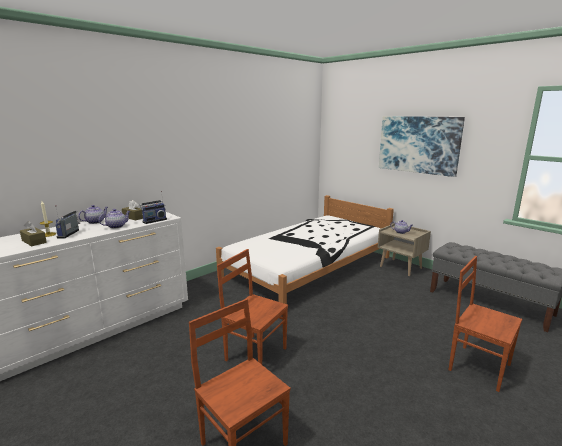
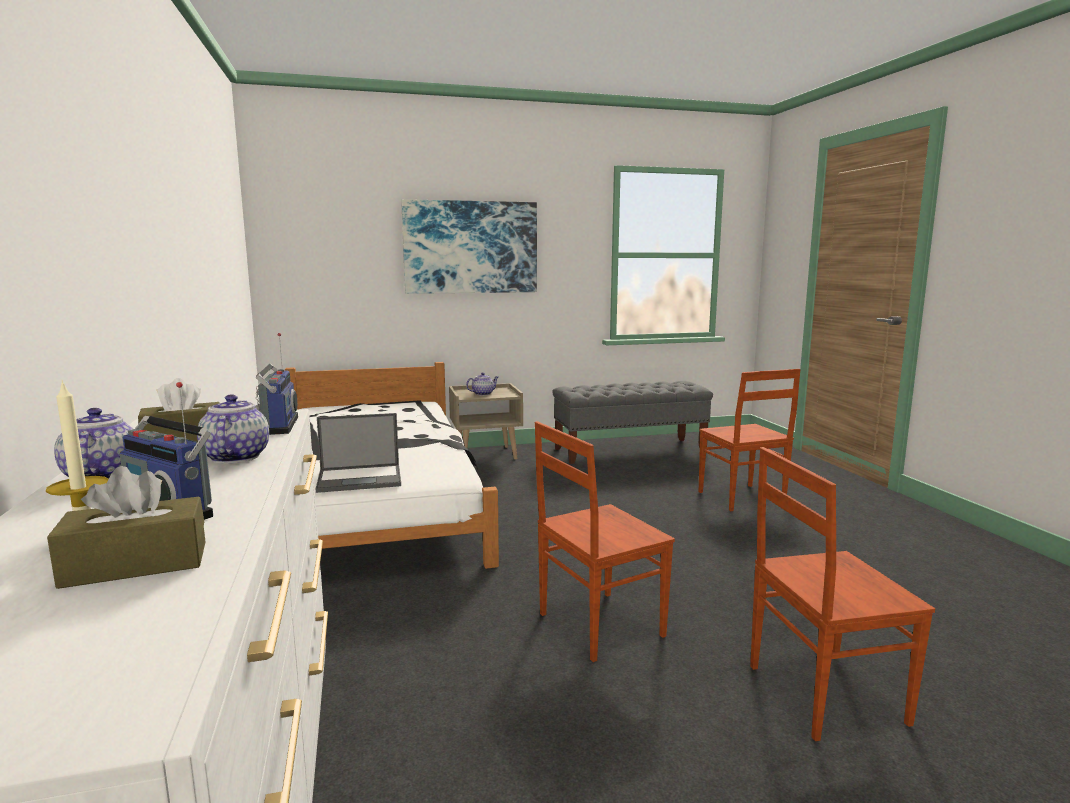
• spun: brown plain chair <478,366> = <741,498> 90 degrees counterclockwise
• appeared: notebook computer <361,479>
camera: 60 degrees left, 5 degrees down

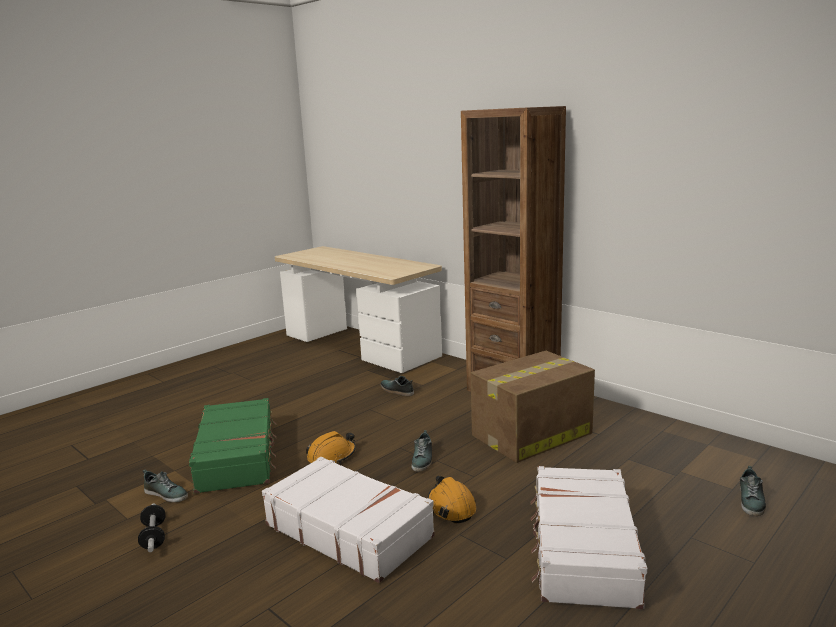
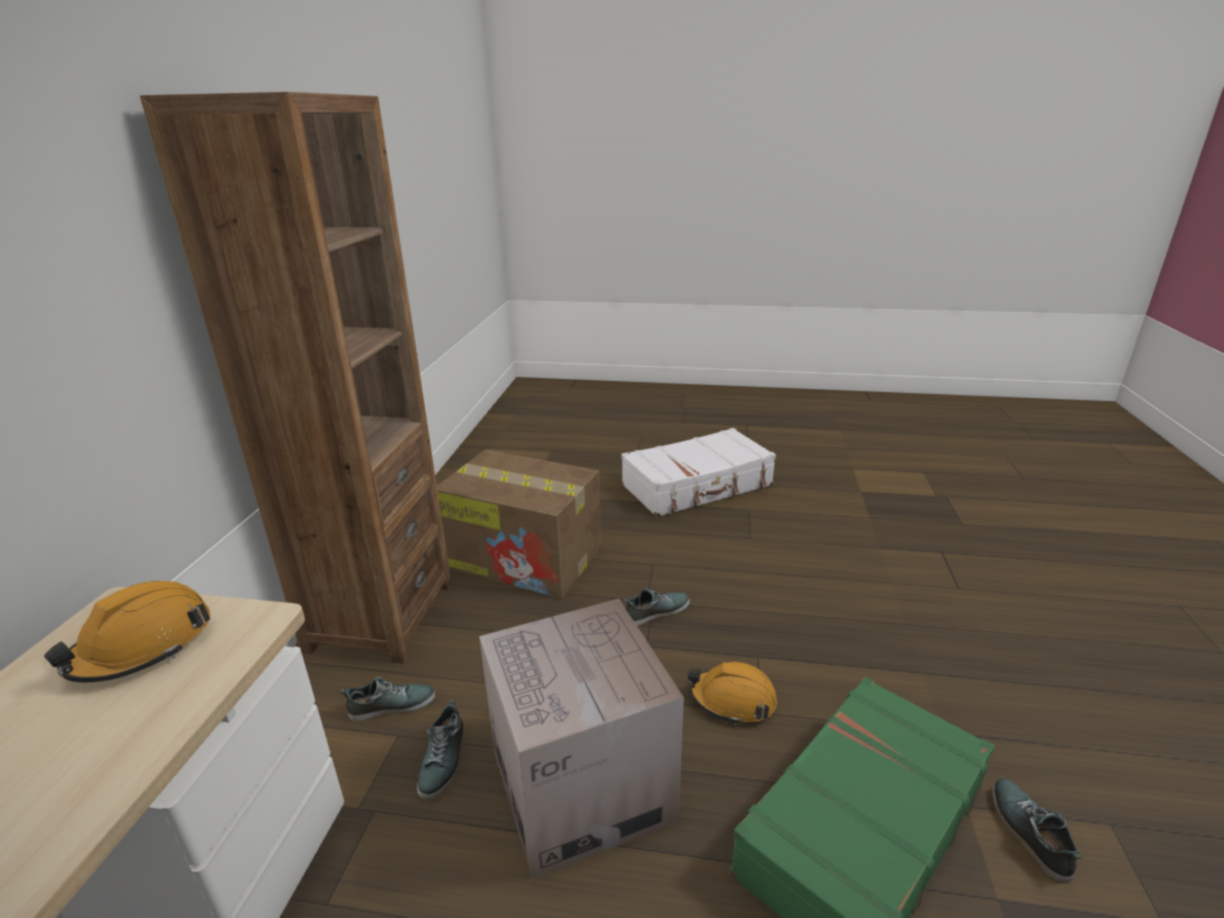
• missing: white-coloured piece of luggage <349,530>
• relocated: shoe <751,501> to <392,705>
• relocated: orangey safety helmet <451,507> to <143,646>
• missing: hand weight <154,537>
• appeared: cardboard box <581,785>
camera: 125 degrees left, 10 degrees up

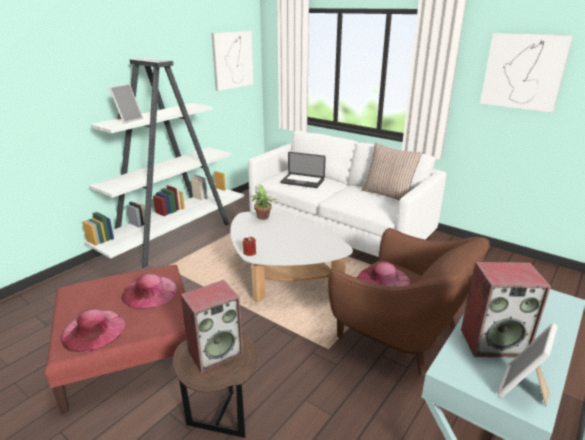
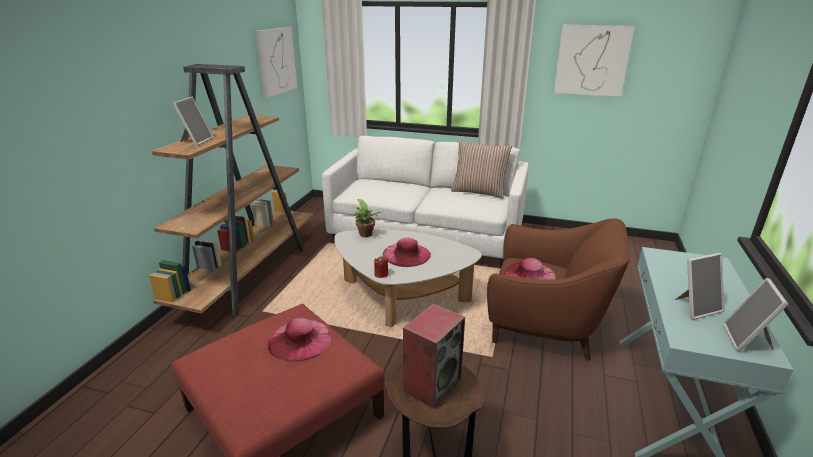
• colour: white-coloured shelving unit <176,236> to brown shelving unit <250,274>
• missing: notebook computer <302,181>
• exchanged: loudspeaker <493,342> to photo frame <696,308>
• relocated: pinkish clothing hat <93,330> to <406,254>
camera: 20 degrees left, 0 degrees up

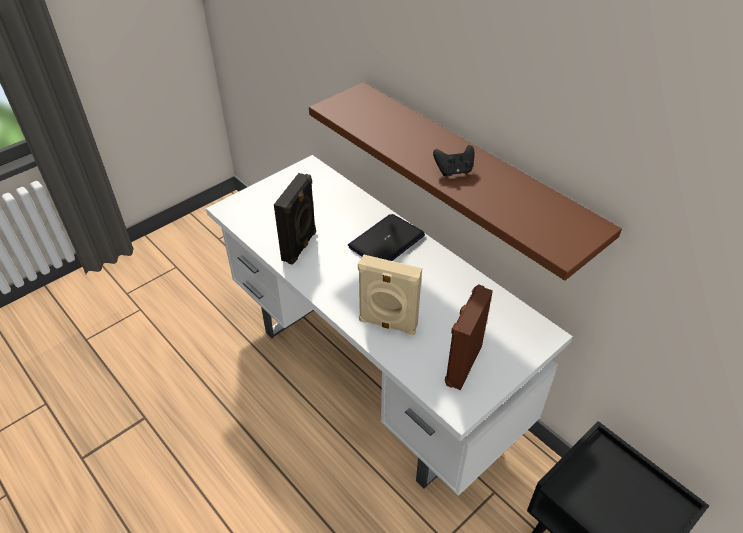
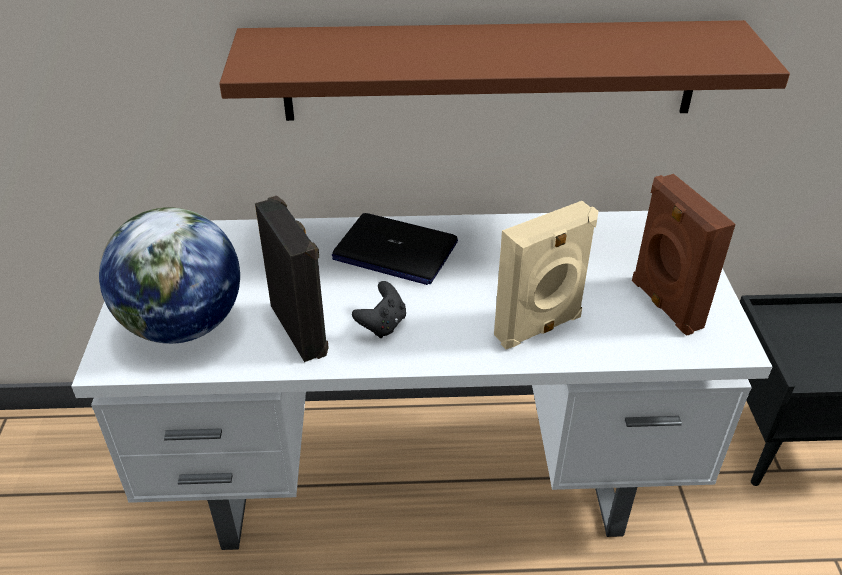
• relocated: black-coloured game controller <453,171> to <382,325>
• spun: notebook computer <386,241> = <394,251> 60 degrees counterclockwise
• appeared: world globe <183,326>
camera: 50 degrees left, 5 degrees down

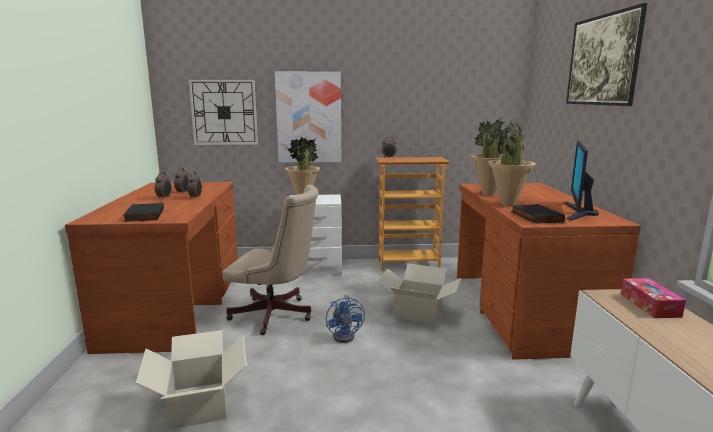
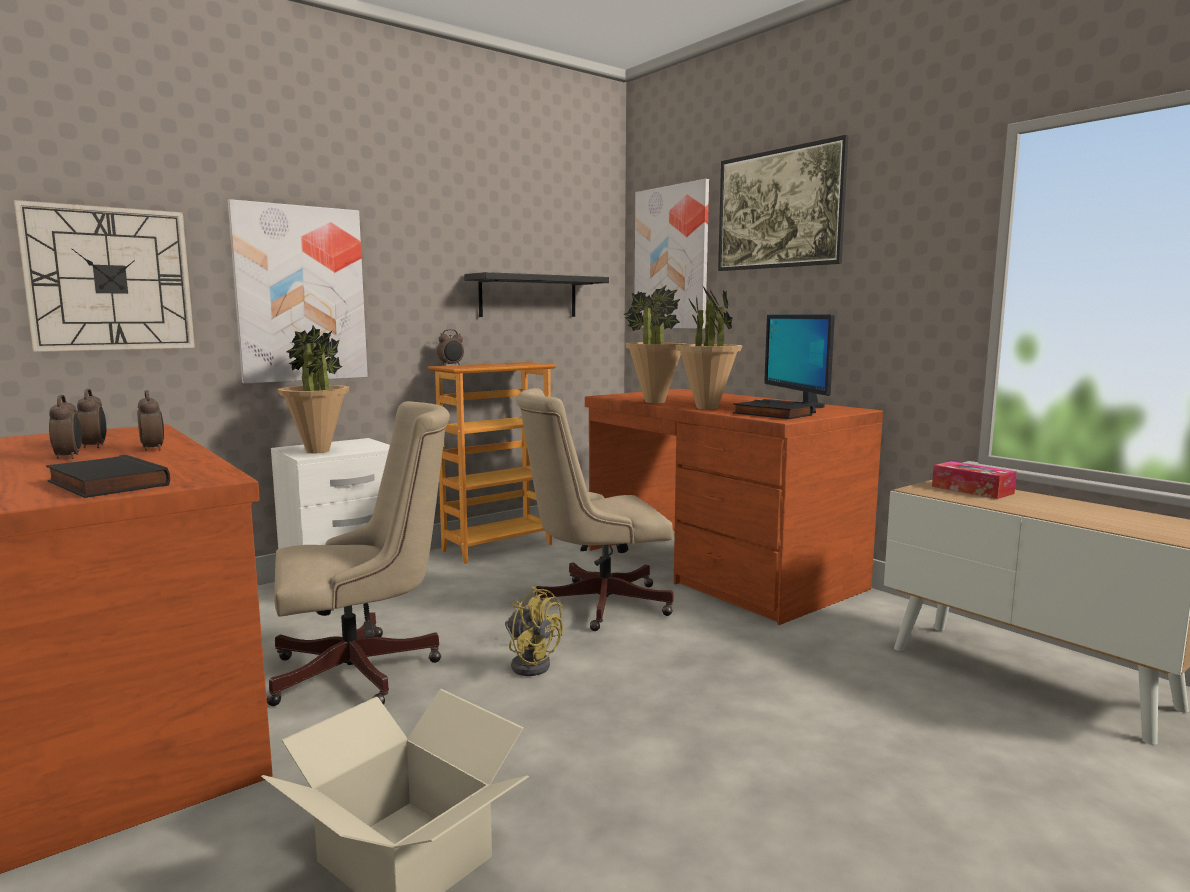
• exchanged: cardboard box <418,312> to beige desk chair <594,604>
• colour: bluish cooling fan <346,335> to yellowish cooling fan <530,663>
• appeared: wall picture <671,258>
• appeared: black-coloured shelf <528,296>
camera: 35 degrees left, 5 degrees down

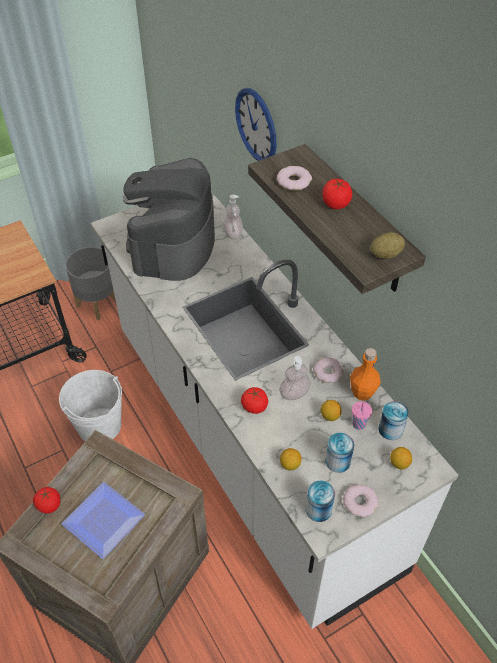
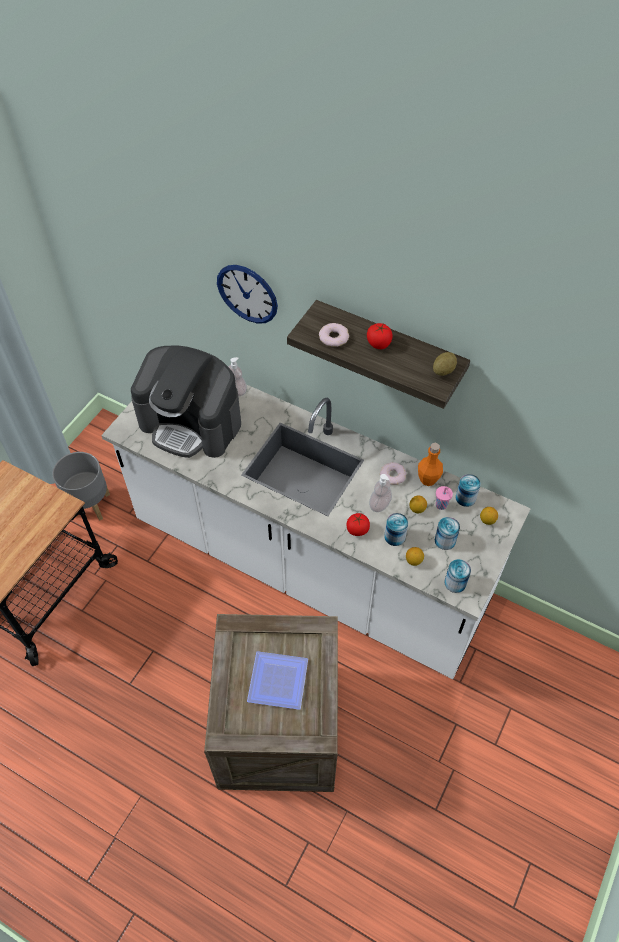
• spun: coffee maker <172,244> = <191,423> 45 degrees counterclockwise
• missing: white-coloured bucket <99,426>
• missing: doughnut <360,502>
• missing: fresh tomato <49,505>
• appeared: sealed can <394,536>
camera: 30 degrees left, 5 degrees up

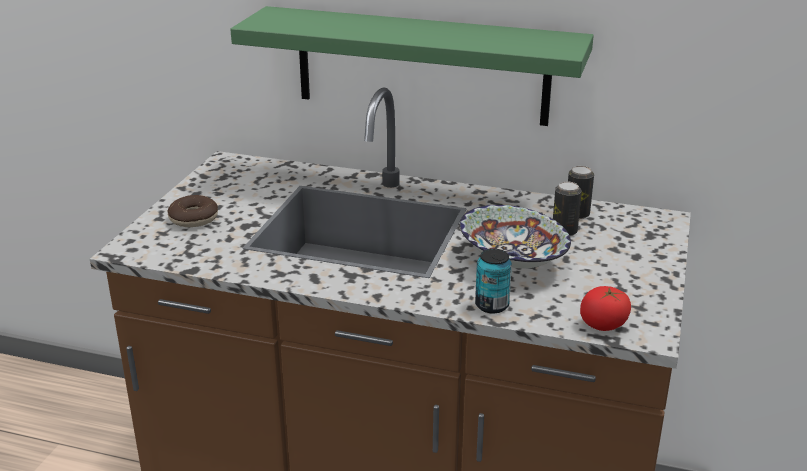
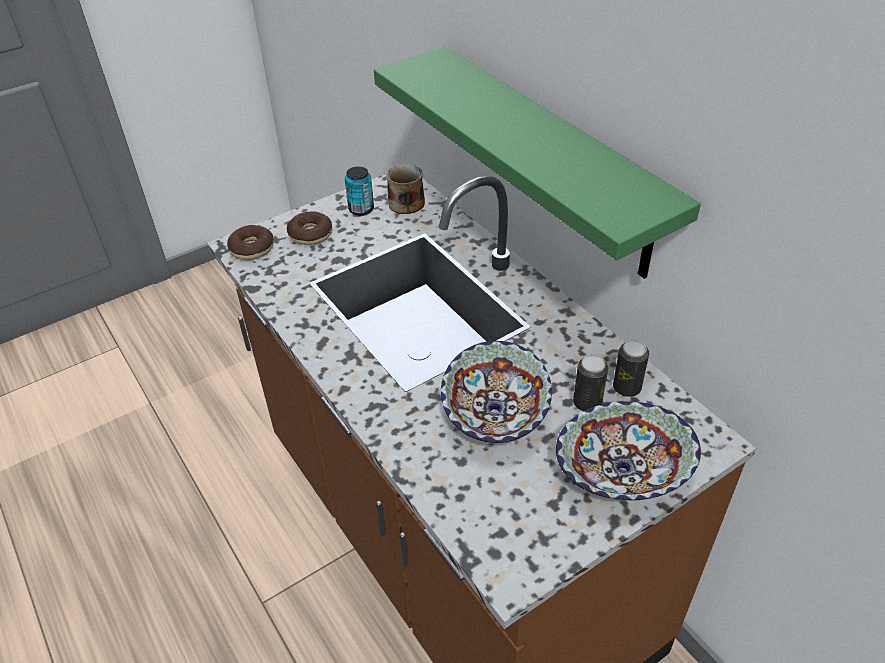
• relocated: sealed can <492,305> to <361,209>
• missing: fresh tomato <603,325>
• appeared: tea mug <406,202>
• appeared: doughnut <252,248>
• appeared: bowl <622,471>
camera: 40 degrees right, 15 degrees up

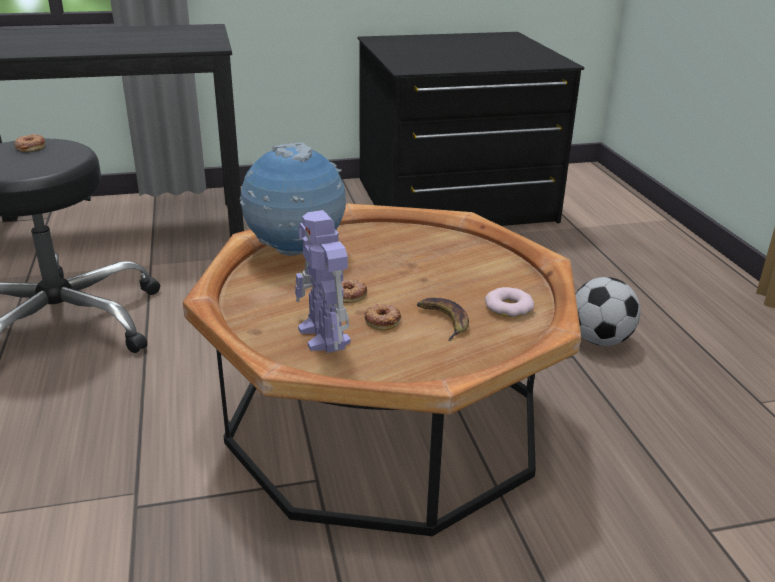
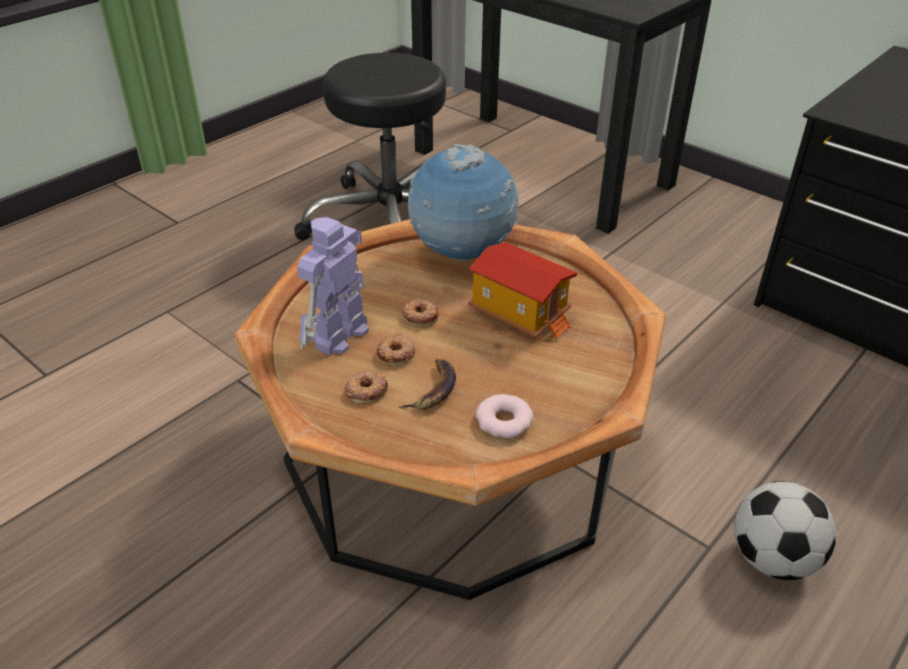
• relocated: doughnut <30,147> to <366,390>
• appeared: miniature house <520,313>
camera: 55 degrees right, 10 degrees up

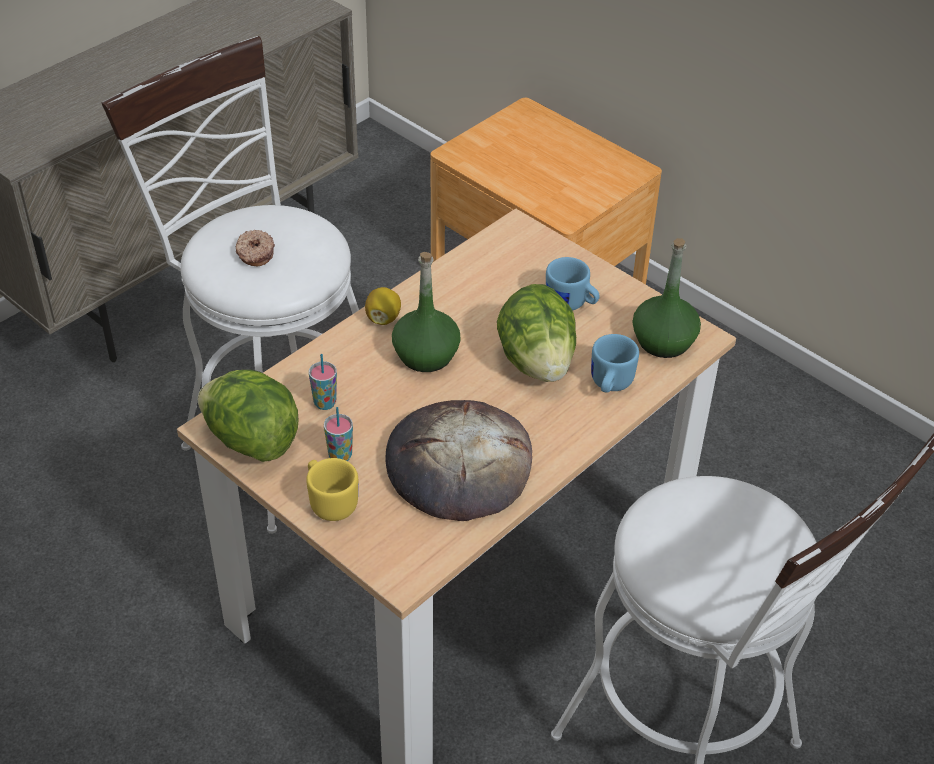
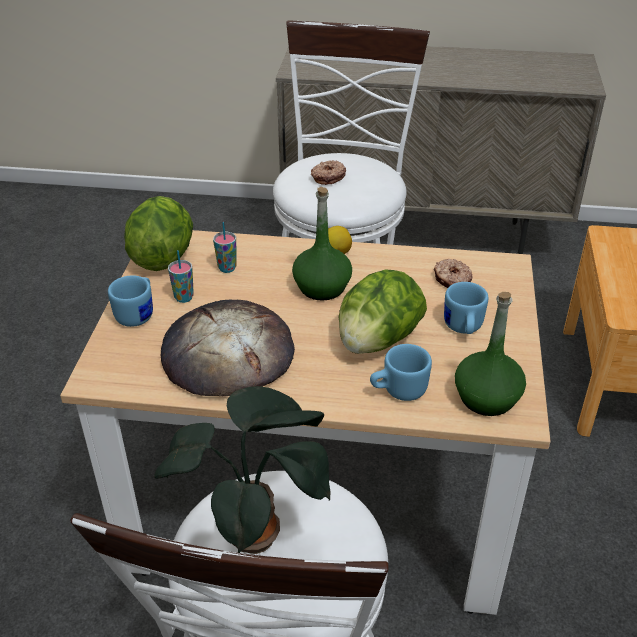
• colour: yellowish tea mug <330,501> to bluish tea mug <138,313>
• appeared: doughnut <452,280>
• appeared: potted plant <257,532>
camera: 55 degrees right, 5 degrees down

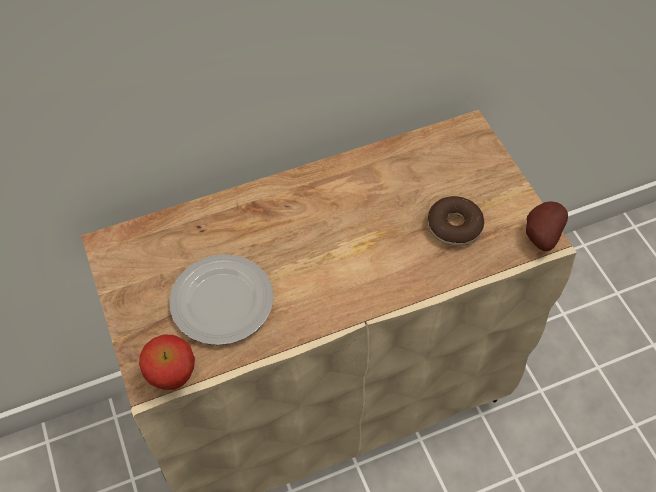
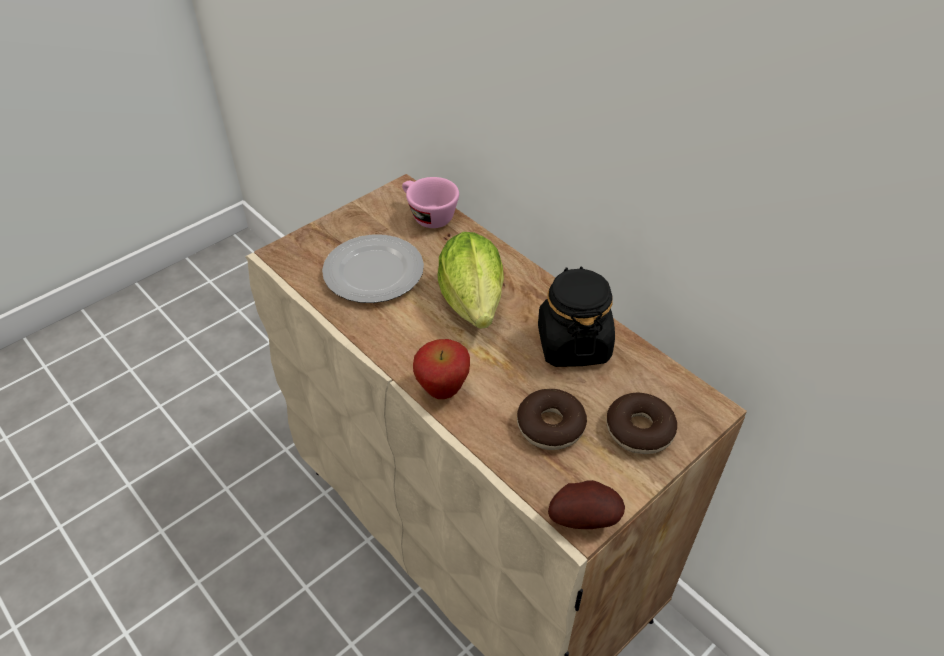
• relocated: apple fruit <173,378> to <442,391>
• appeared: pinkish cup <427,216>
• appeared: lettuce head <473,307>
• appeared: black-coloured jar <573,344>
• appeared: doughnut <639,430>
camera: 70 degrees right, 10 degrees down

